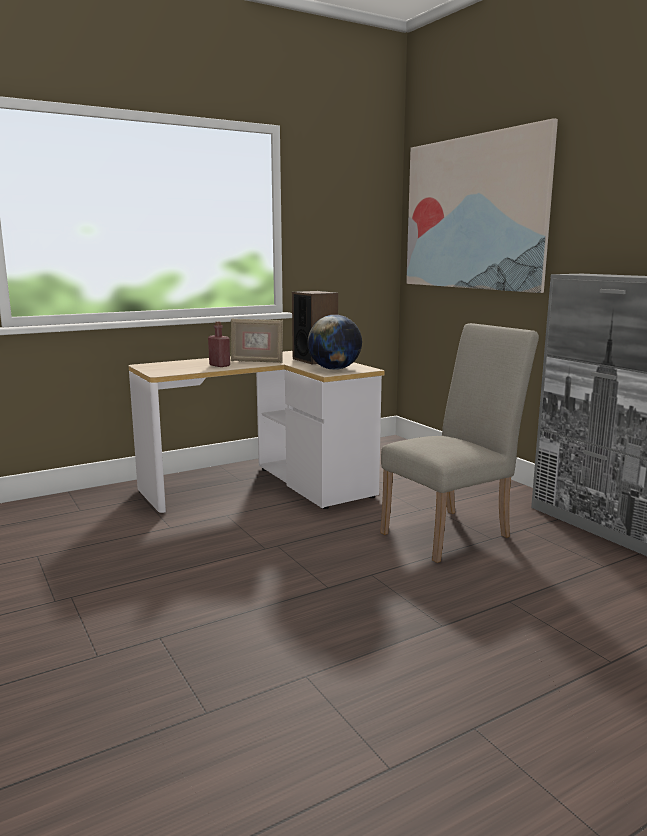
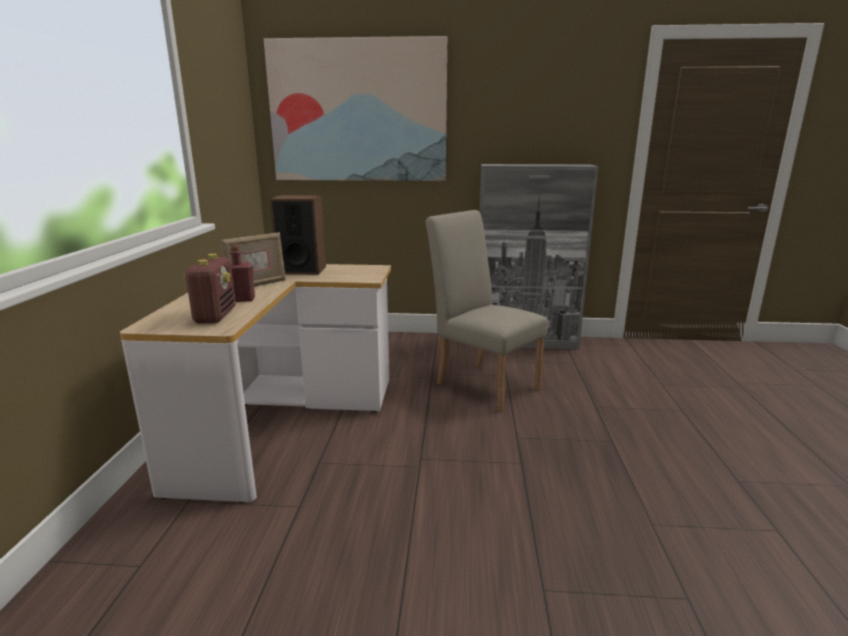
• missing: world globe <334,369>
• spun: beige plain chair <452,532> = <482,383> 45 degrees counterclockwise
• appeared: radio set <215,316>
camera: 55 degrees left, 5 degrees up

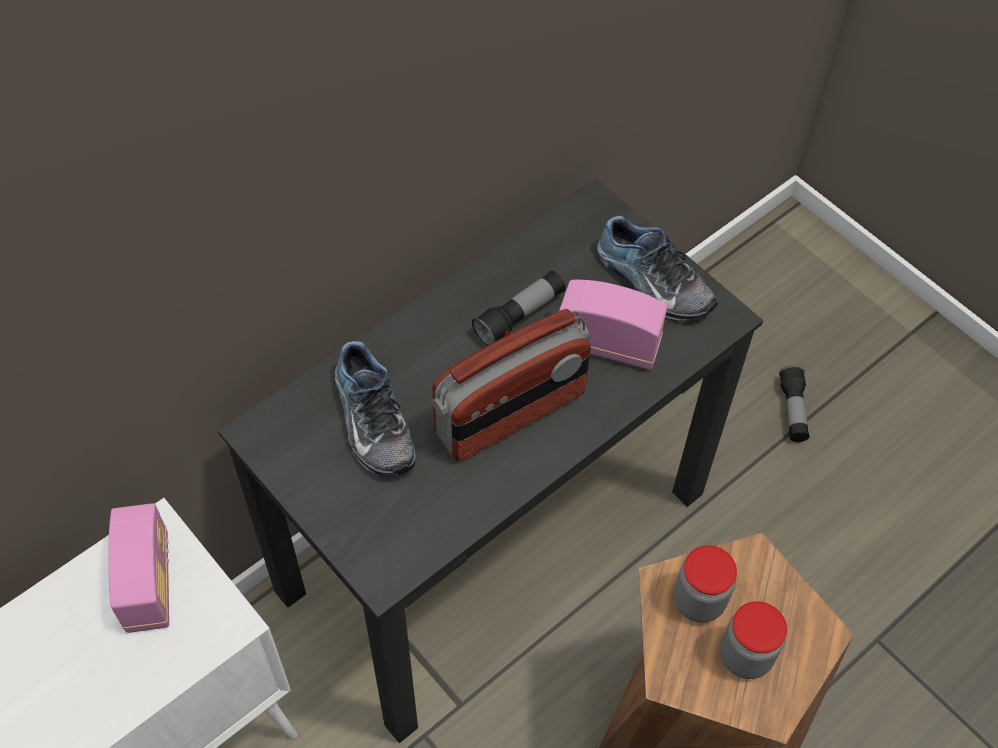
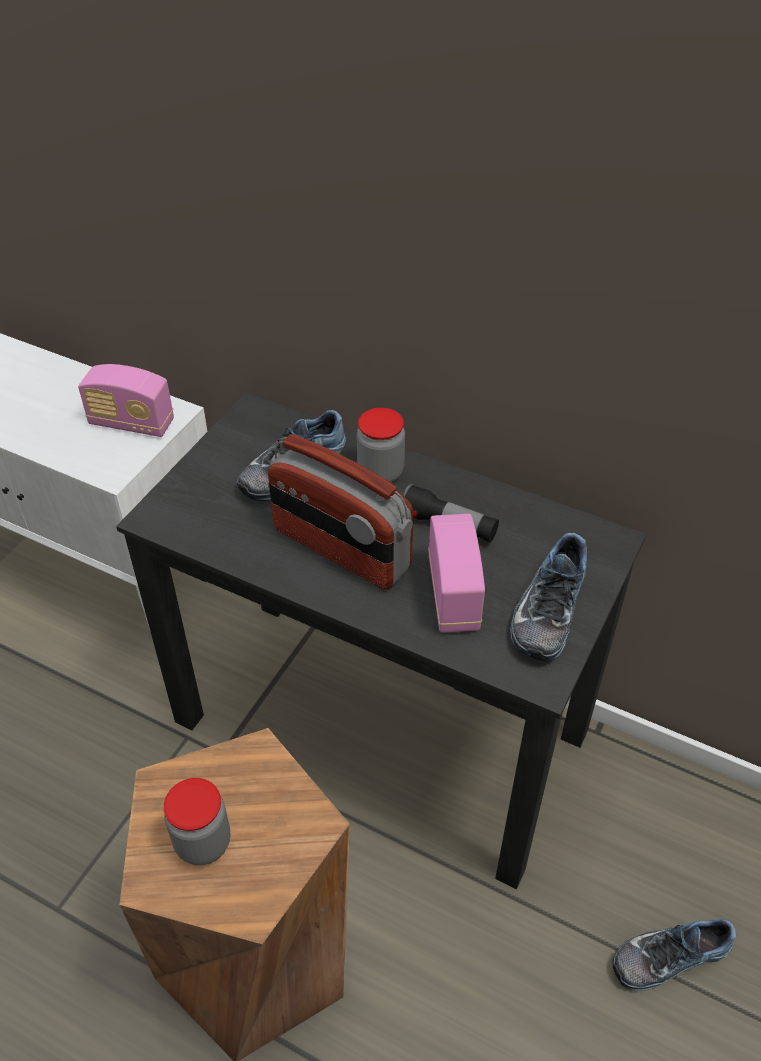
• exchanged: torch <792,410> to shoe <668,954>
• spun: radio set <148,583> = <131,423> 45 degrees clockwise
• relocated: jar <698,601> to <380,472>
camera: 70 degrees right, 10 degrees down

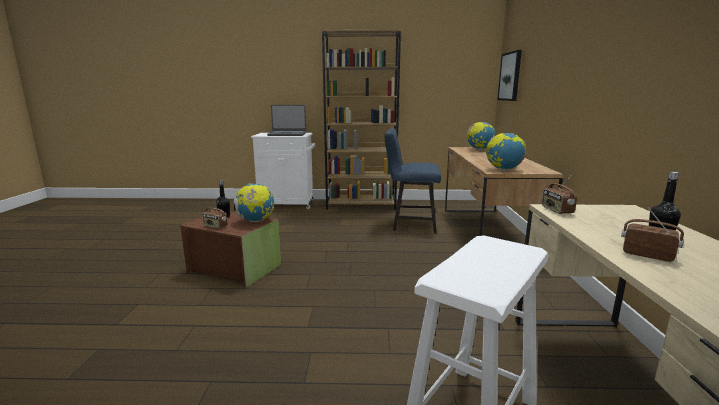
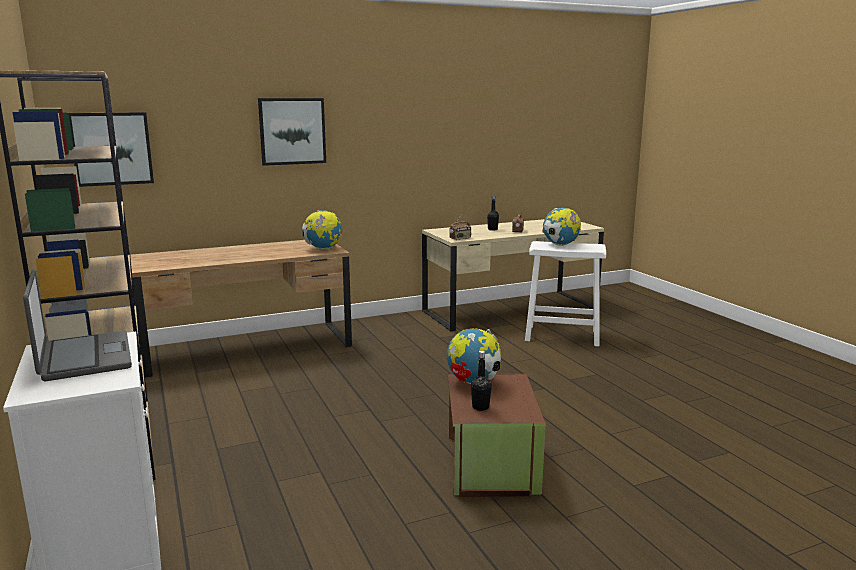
• relocated: world globe <479,149> to <560,245>
• missing: bluish plain chair <410,224>
• missing: radio set <215,226>
• appeared: wall picture <292,131>
camera: 115 degrees left, 0 degrees up

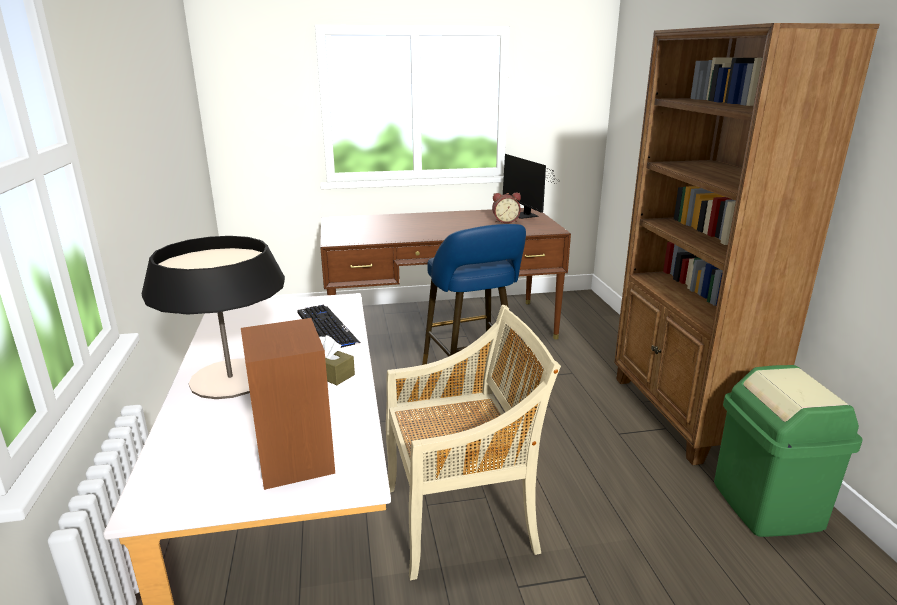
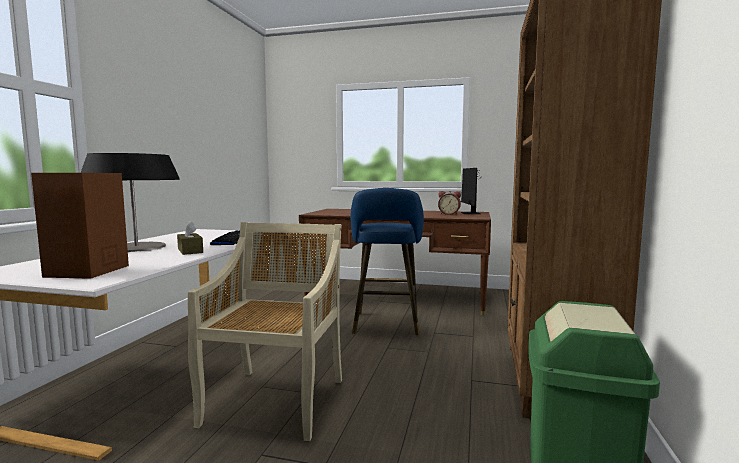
• spun: beige plain chair <462,518> = <276,400> 90 degrees counterclockwise
camera: 25 degrees right, 15 degrees down

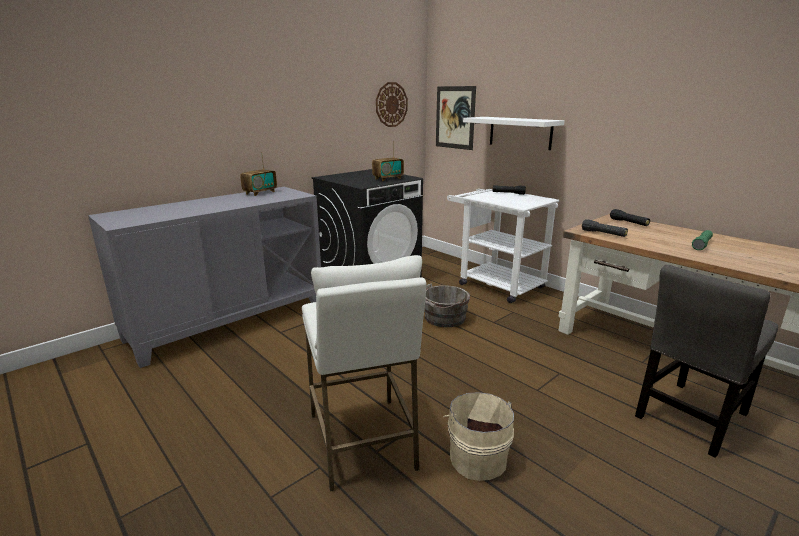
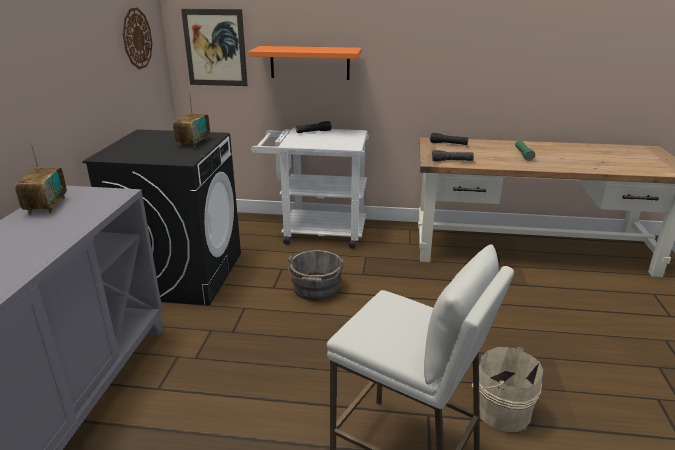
• colour: white-coloured shelf <520,132> to orangey shelf <309,62>
• missing: gray plain chair <690,418>
camera: 40 degrees left, 5 degrees up

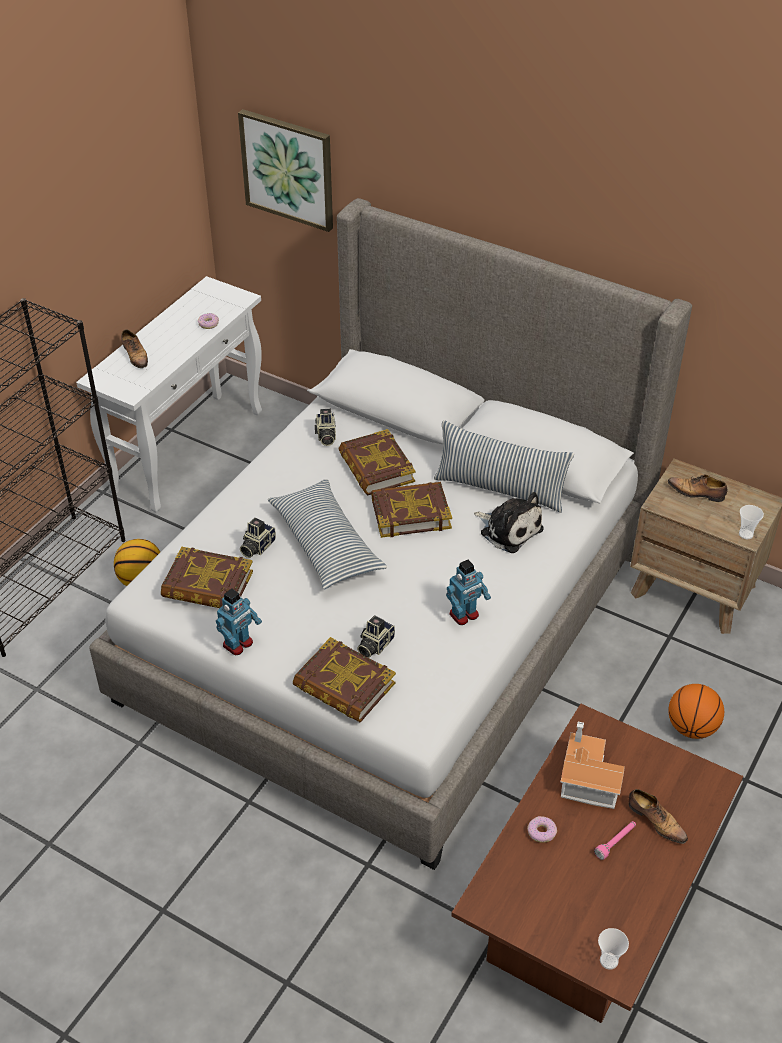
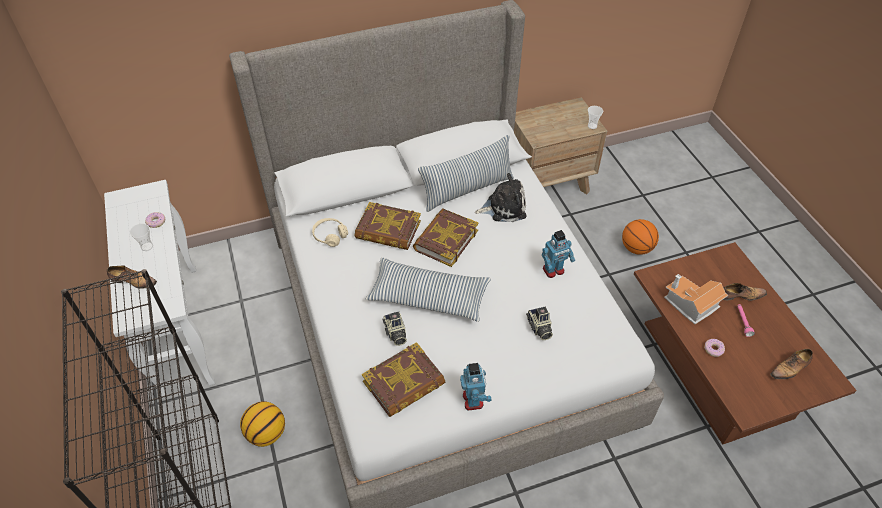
• missing: wall picture <288,169>
• exchanged: photo camera <325,436> to beige pair of headphones <330,236>
• relocated: shoe <697,493> to <790,368>
• spun: robot figure <464,615> = <553,270> 60 degrees clockwise
• missing: book <344,686>
• relocated: cup <609,960> to <147,246>
camera: 50 degrees left, 5 degrees up

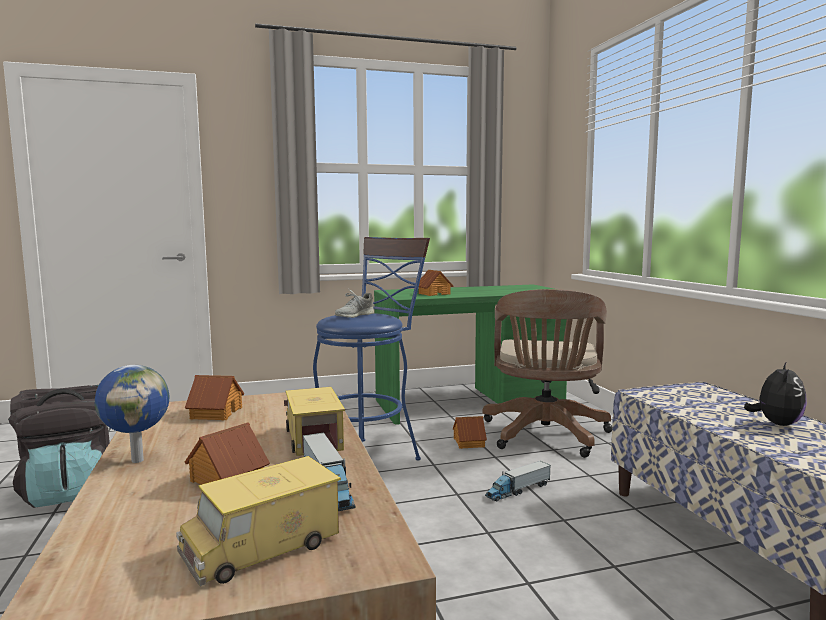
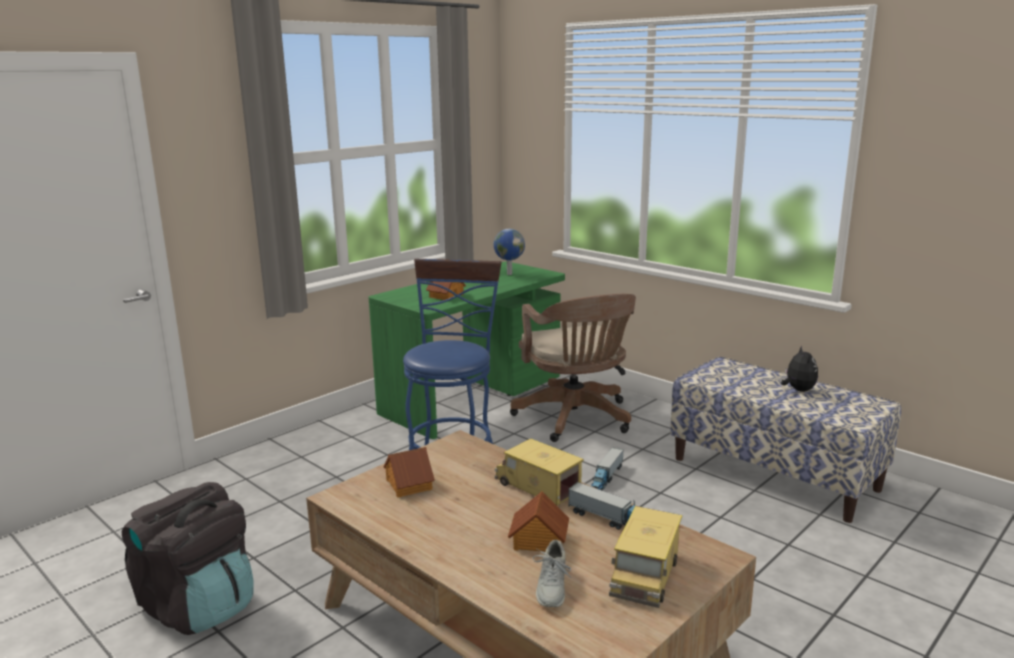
• relocated: gray shoe <354,315> to <551,587>
• relocated: world globe <138,460> to <509,274>
• missing: miniature house <468,442>
camera: 30 degrees left, 10 degrees up

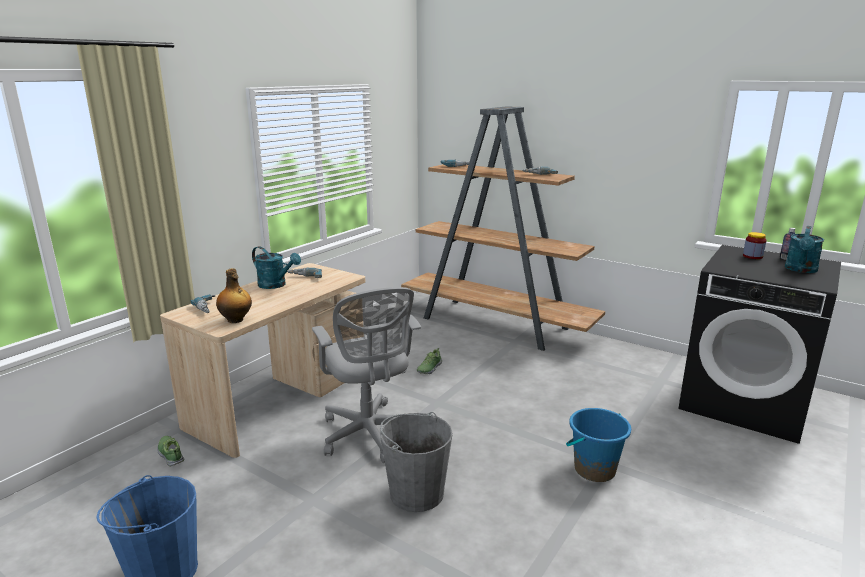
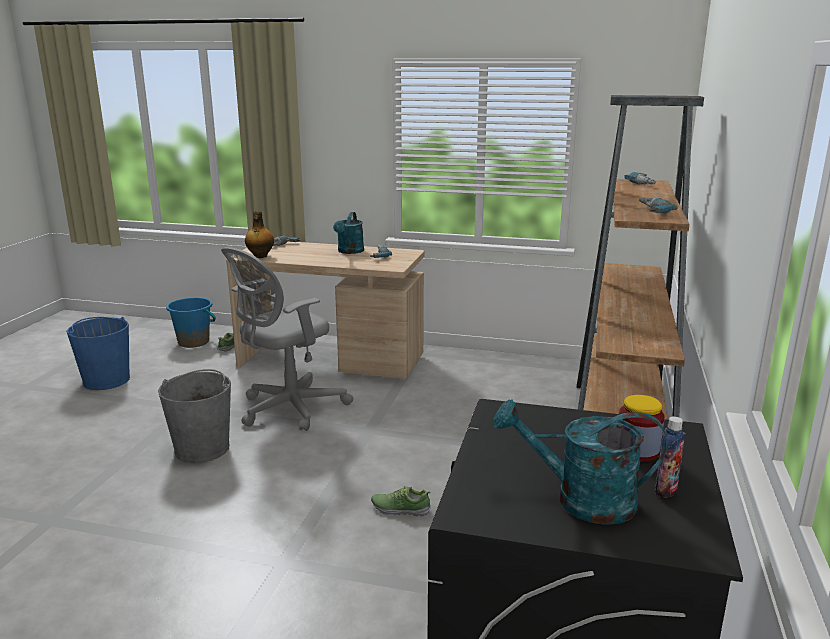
• relocated: shoe <429,368> to <400,509>
• relocated: bluish bucket <594,469> to <194,342>
camera: 70 degrees right, 0 degrees up

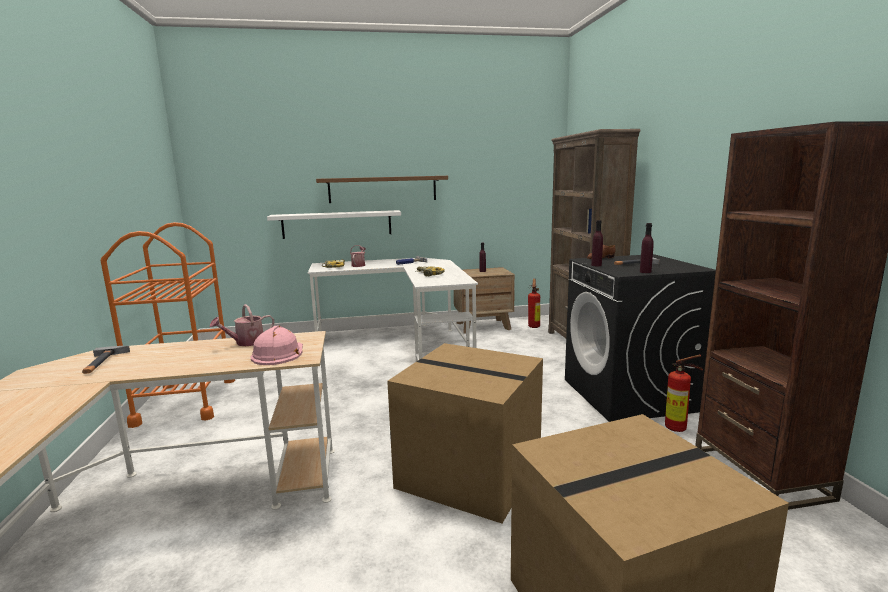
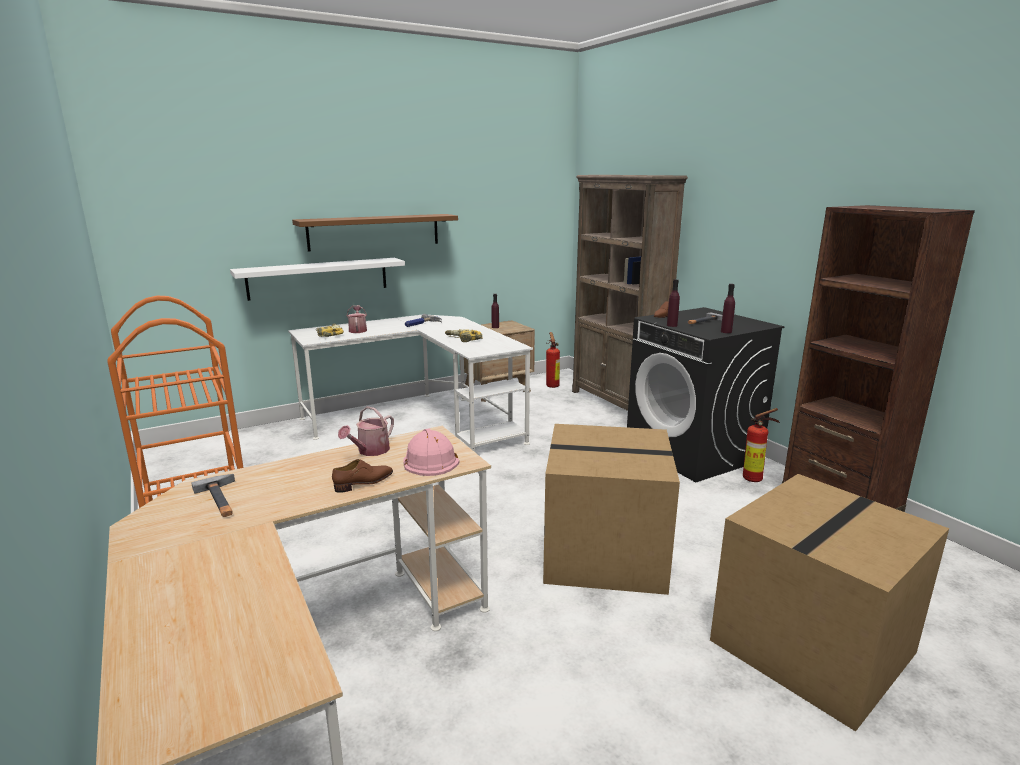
• appeared: brown shoe <364,483>
camera: 20 degrees left, 5 degrees up

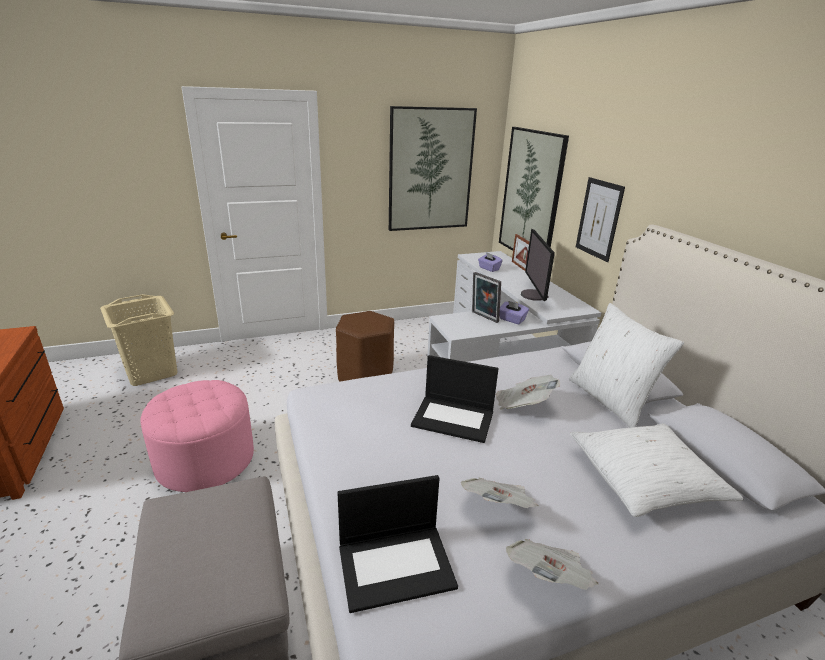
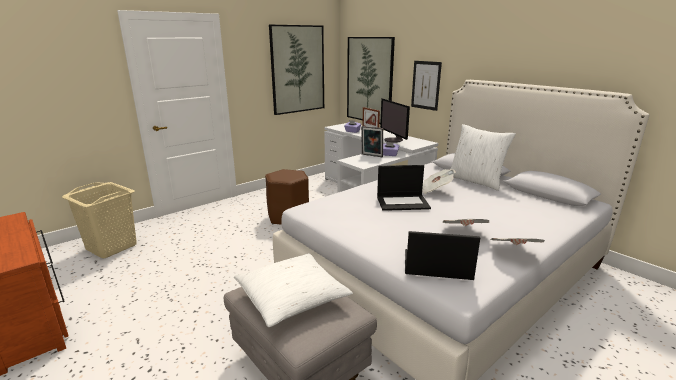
• missing: pinkish pouffe <205,460>
• relocated: white-coloured throw pillow <645,479> to <292,298>
• spun: notebook computer <397,565> = <436,265> 135 degrees counterclockwise
camera: 20 degrees left, 5 degrees down

